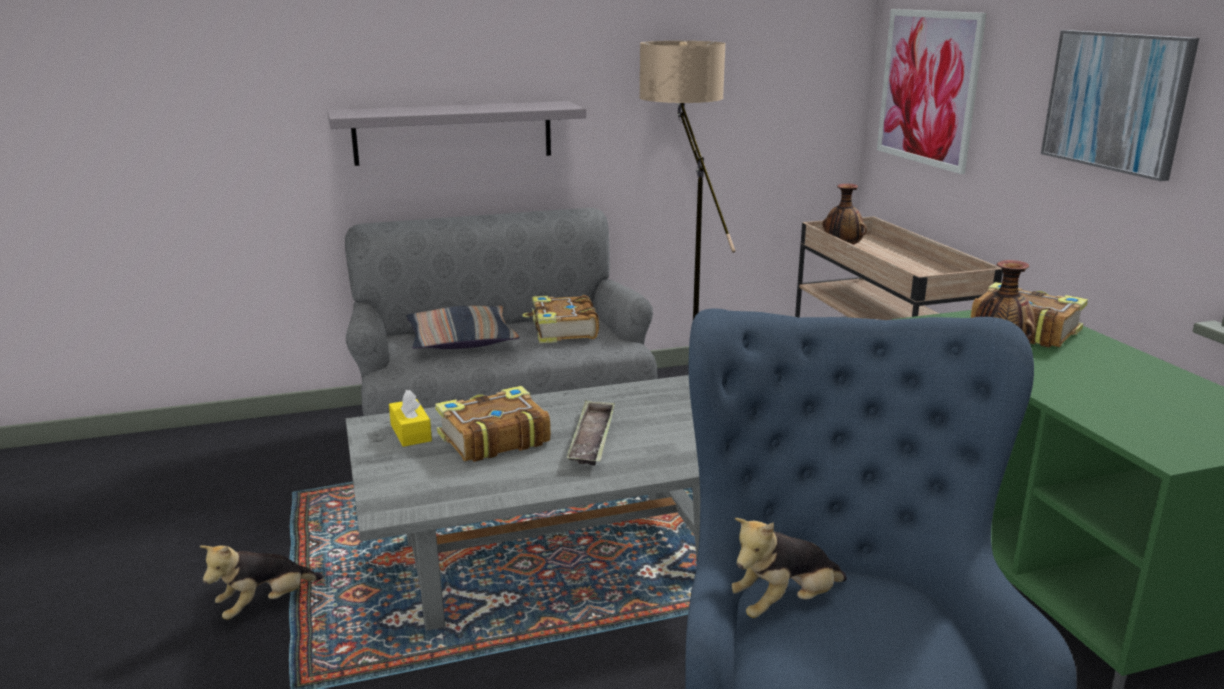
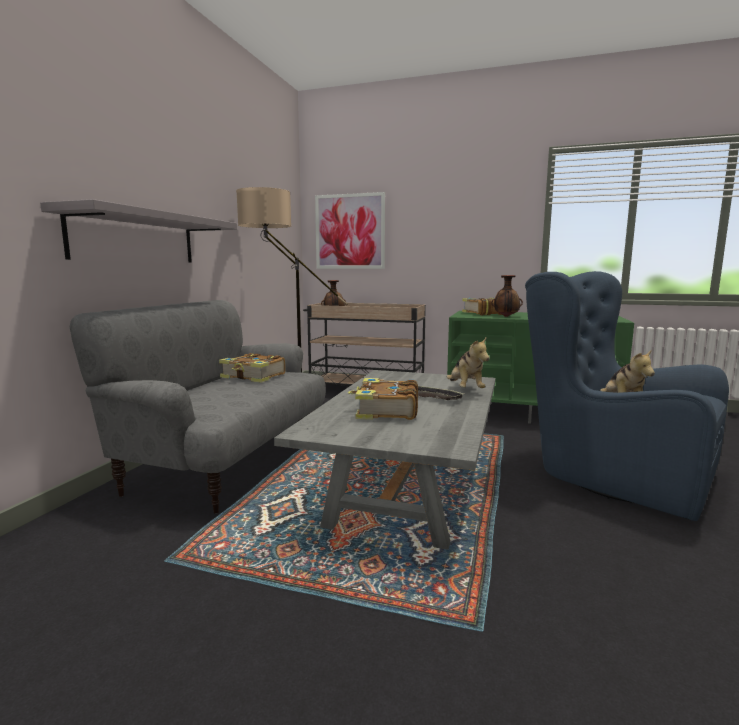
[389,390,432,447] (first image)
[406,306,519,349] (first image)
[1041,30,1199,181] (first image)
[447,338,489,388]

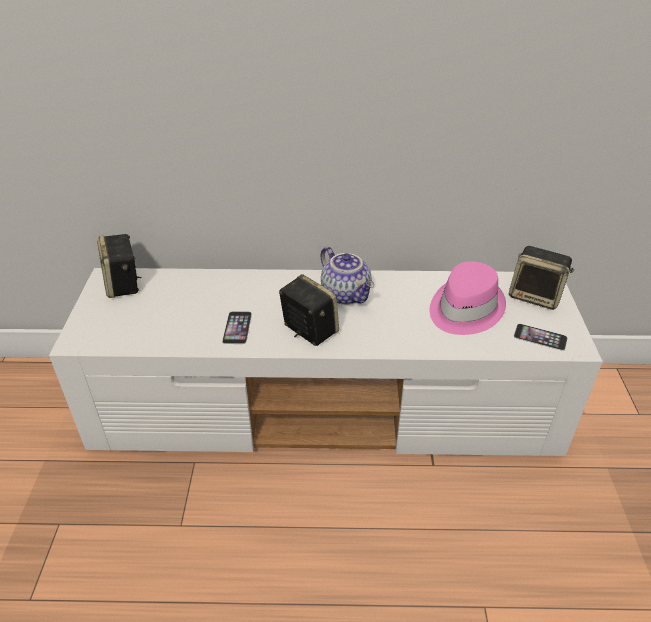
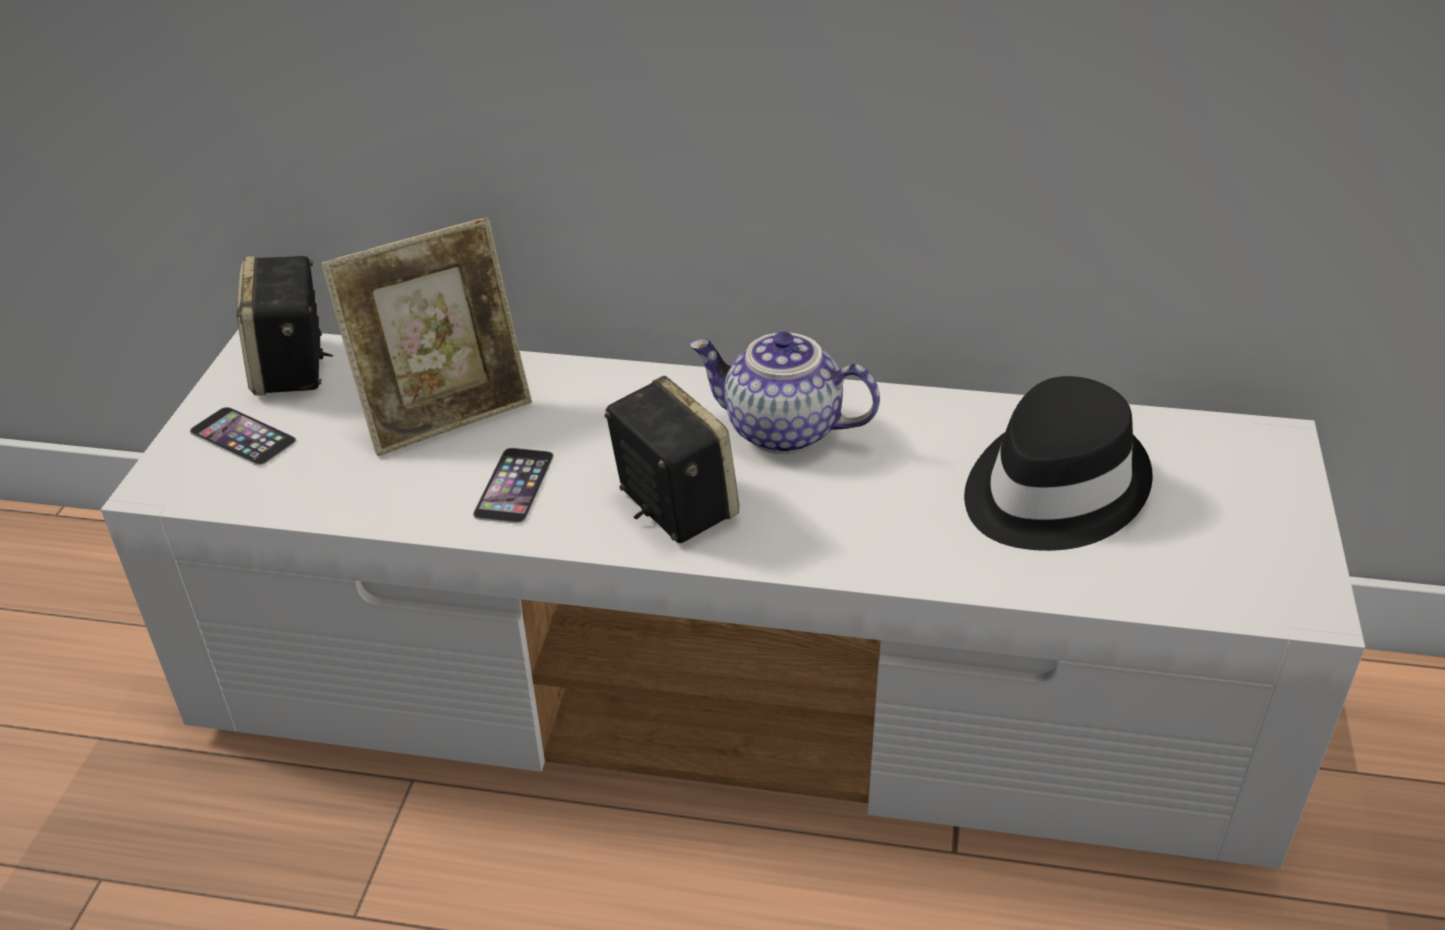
[509,246,574,310] (first image)
[321,217,532,456]
[190,407,297,466]
[964,376,1153,551]
[689,331,880,454]

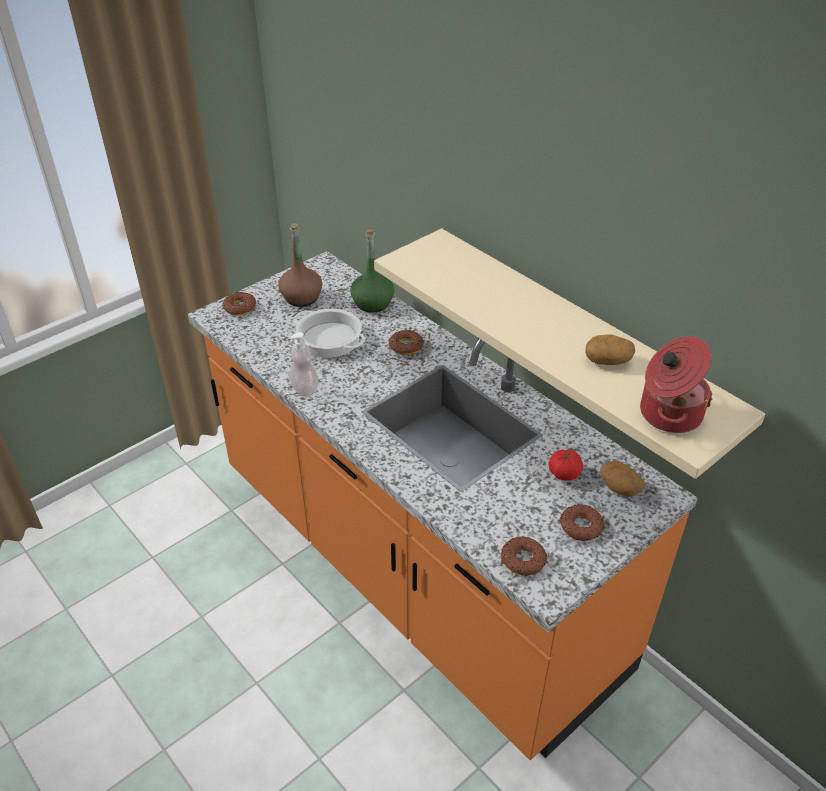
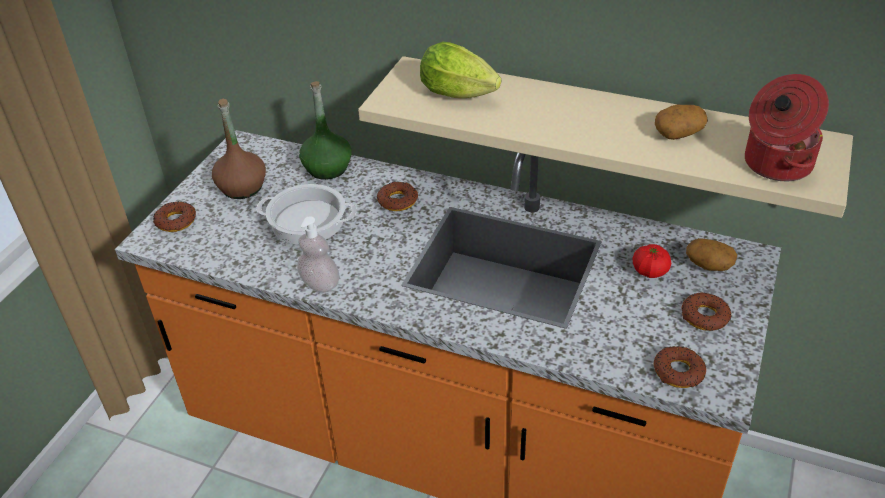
[420,42,501,98]

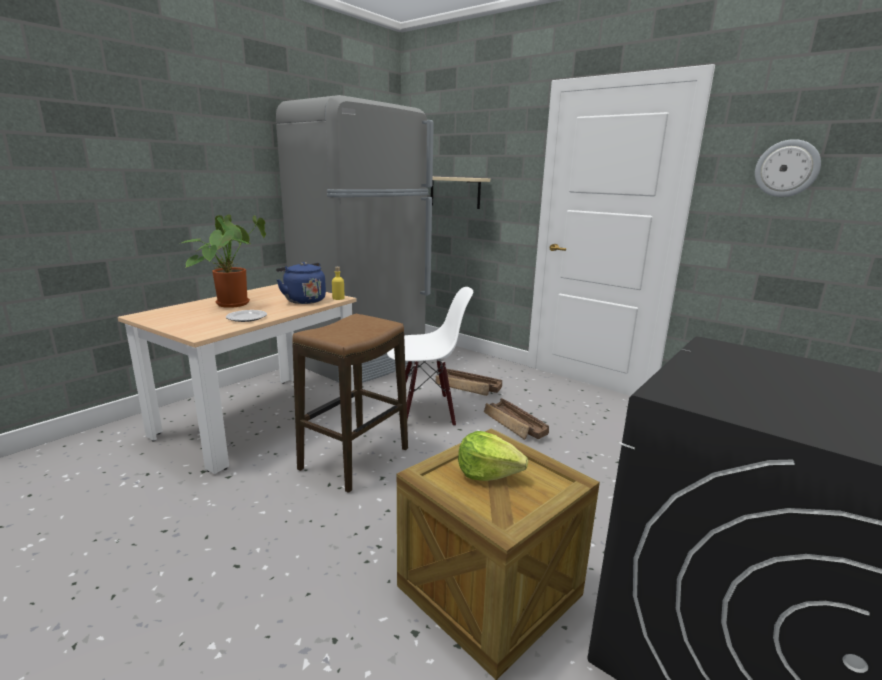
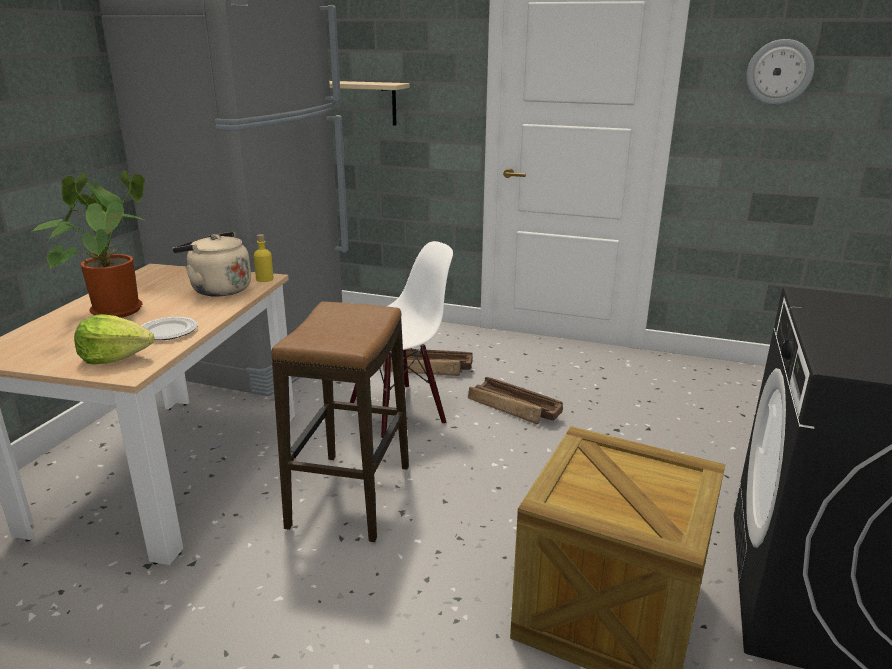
[74,314,154,365]
[172,232,251,296]

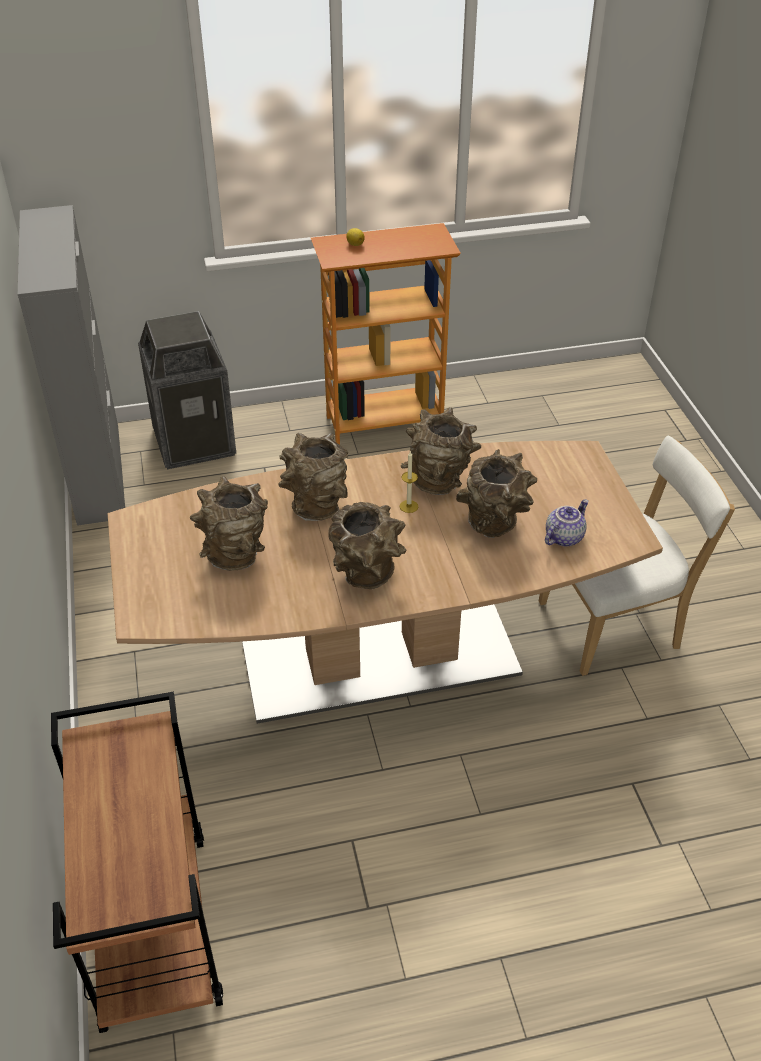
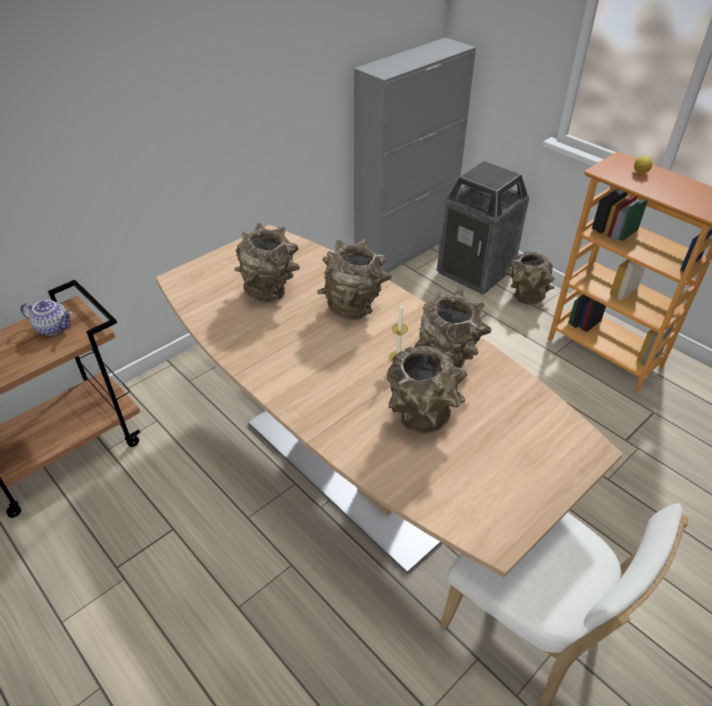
[505,252,555,305]
[20,300,72,336]

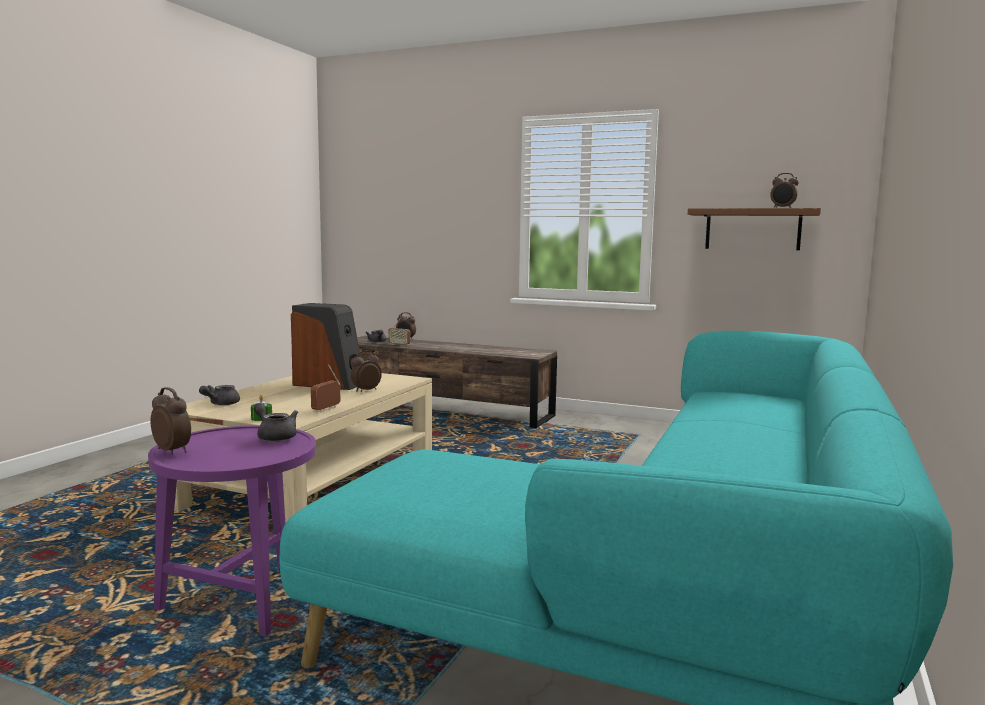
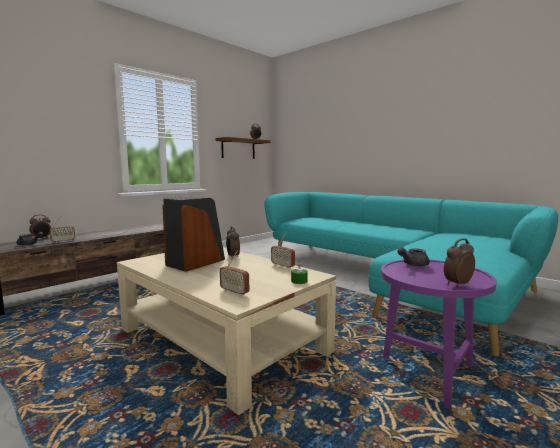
[220,250,249,296]

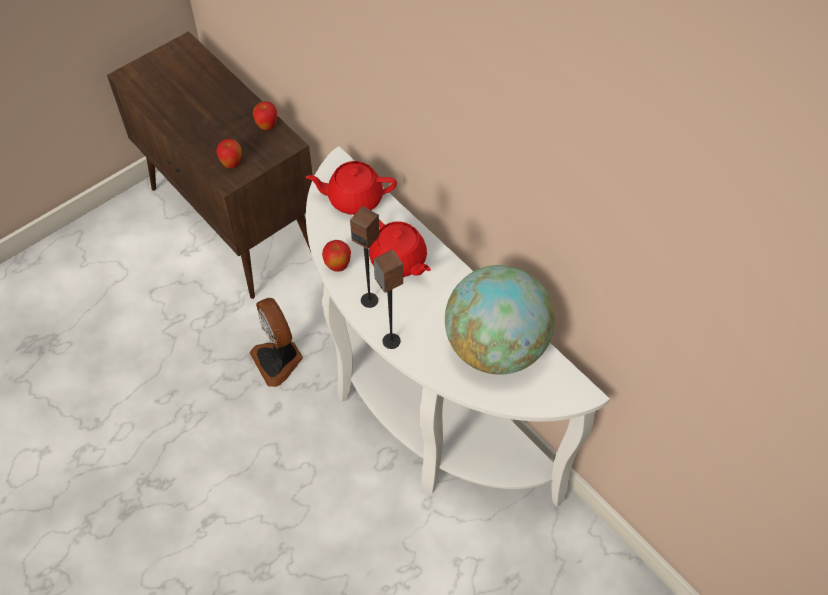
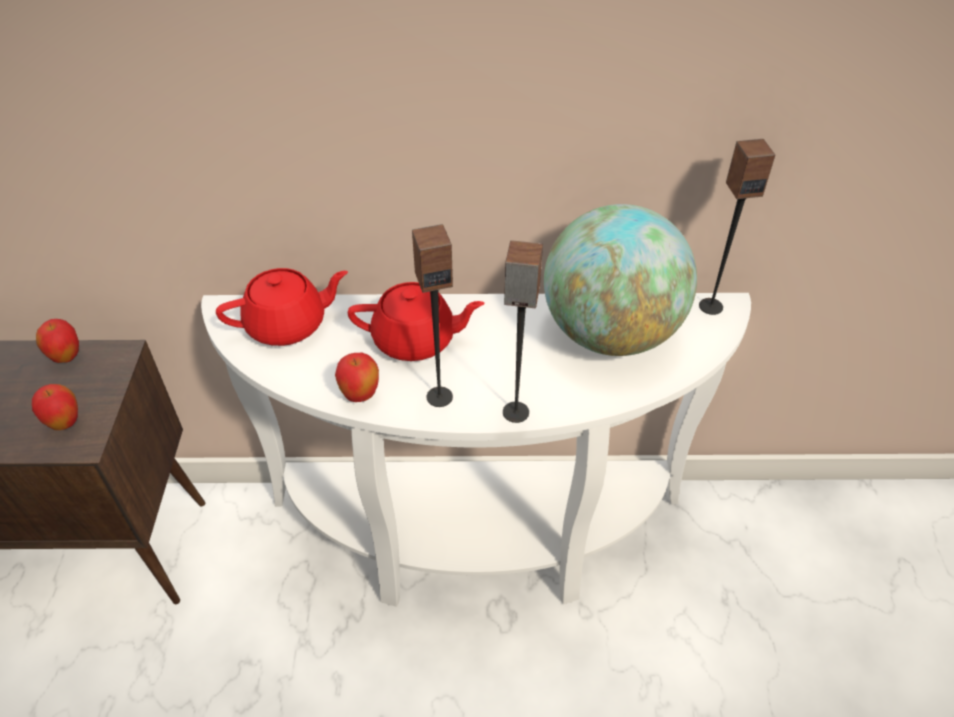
[249,298,303,387] (first image)
[699,139,775,315]
[216,268,348,346]

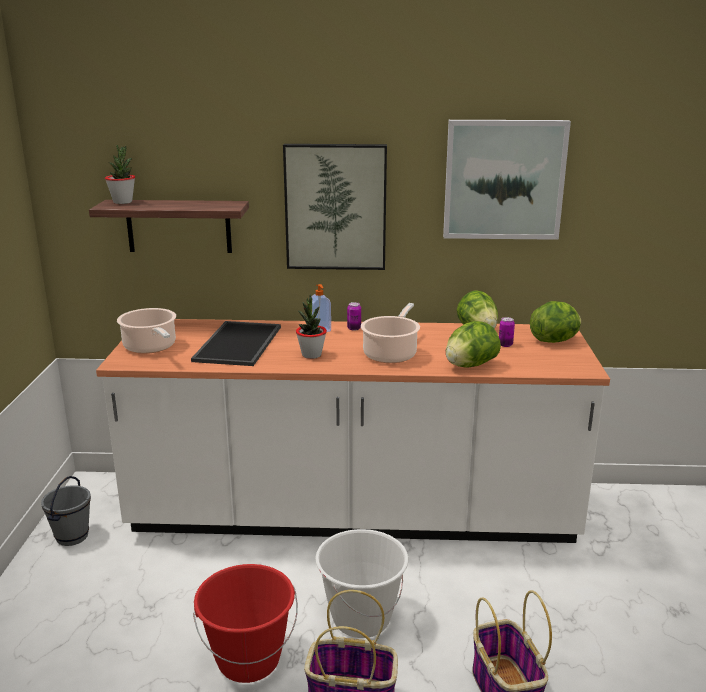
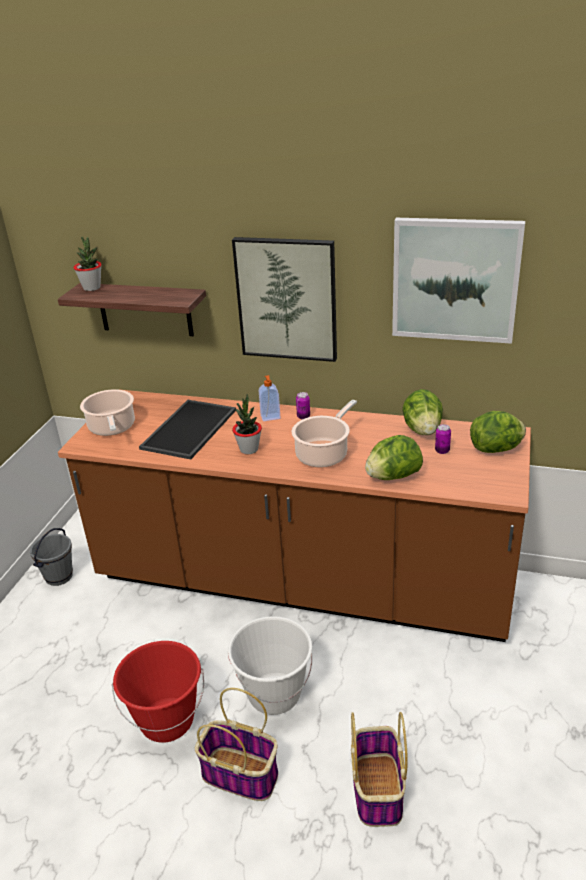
[58,389,531,642]

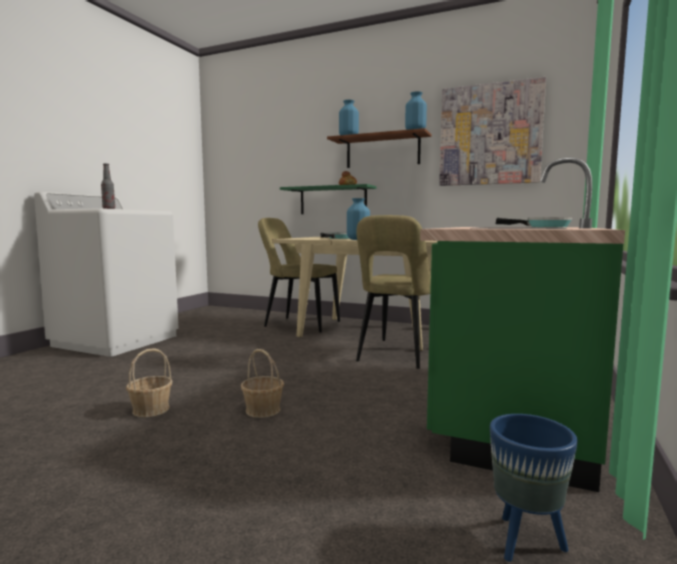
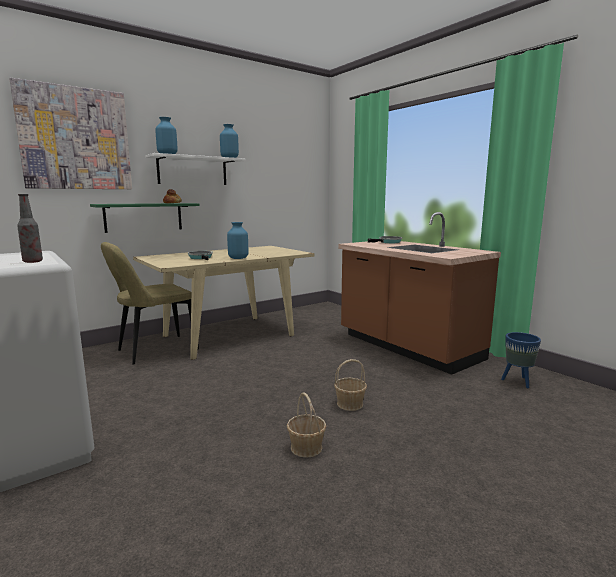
[356,215,431,369] (first image)
[10,78,132,189]
[145,153,245,185]
[338,212,501,375]

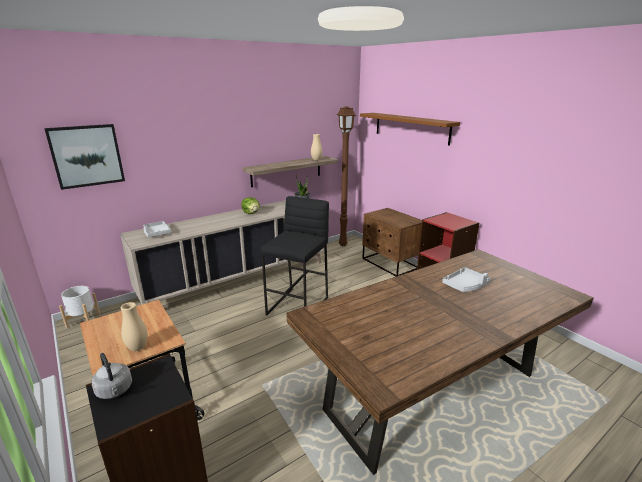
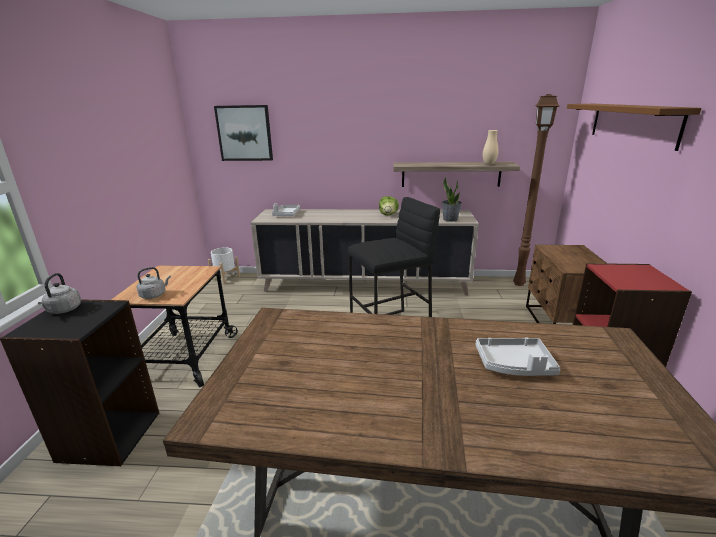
[137,267,171,299]

